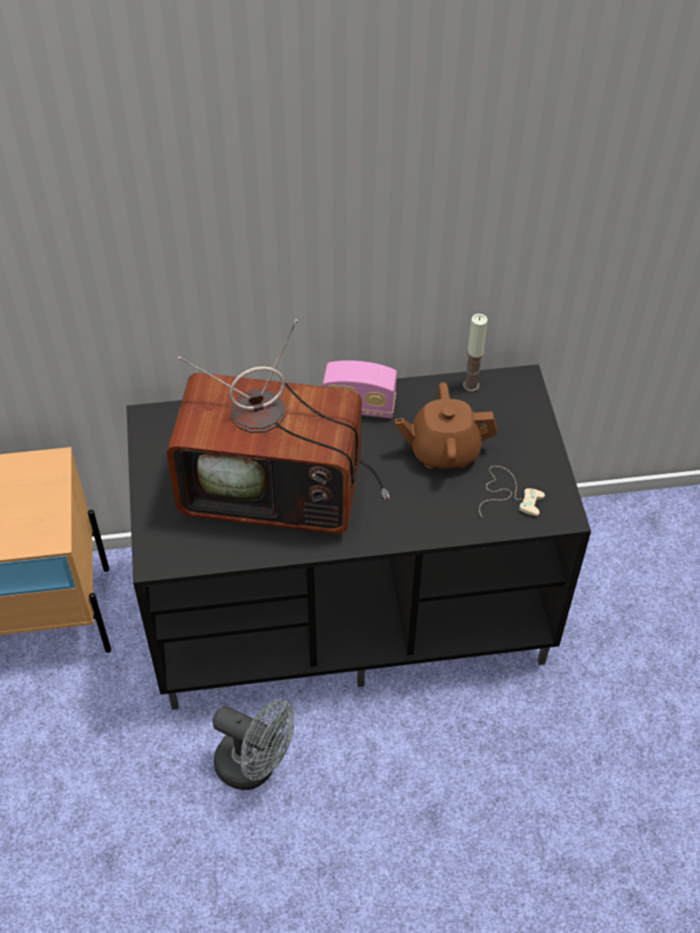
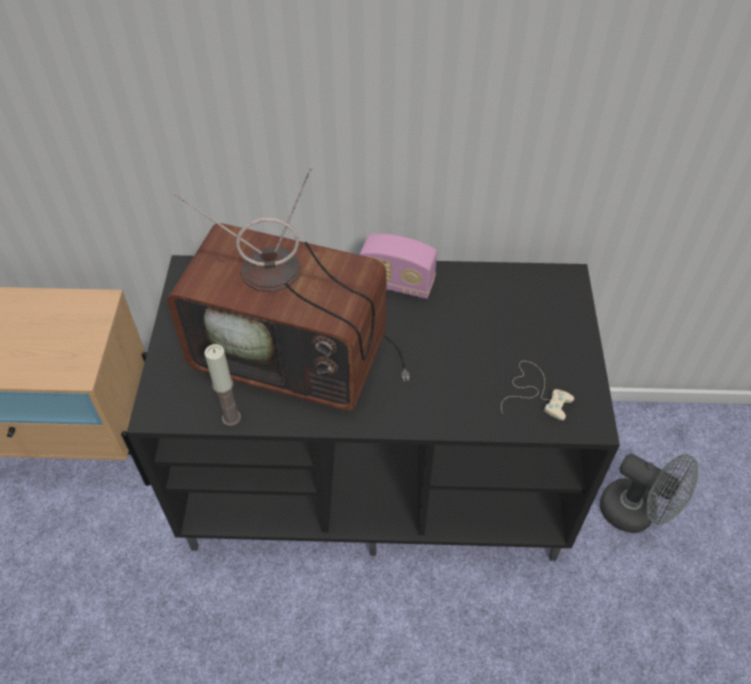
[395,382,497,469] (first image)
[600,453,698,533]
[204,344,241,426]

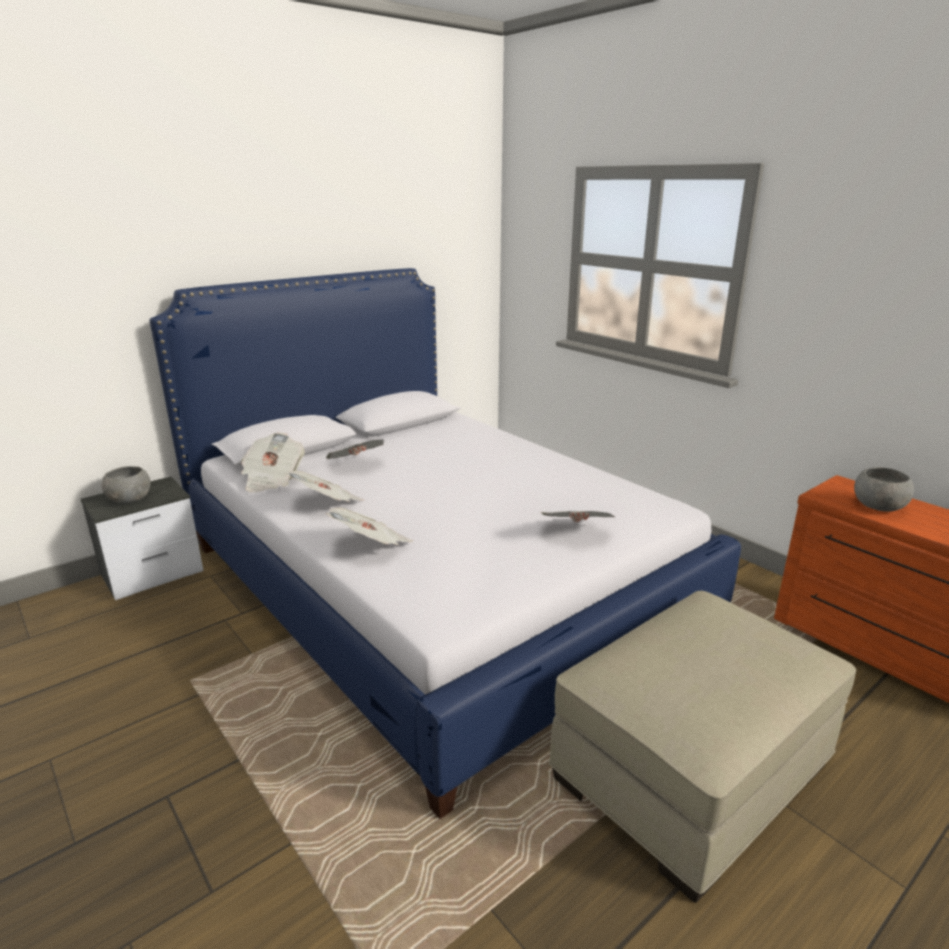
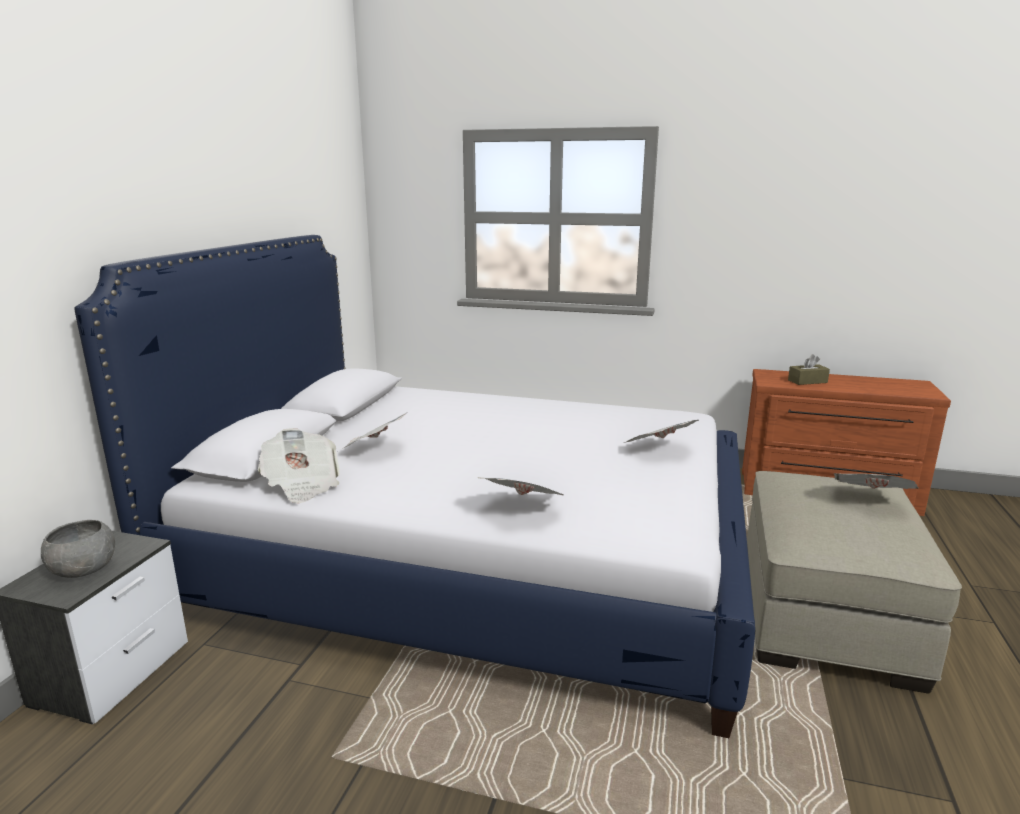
[834,473,918,489]
[788,354,830,385]

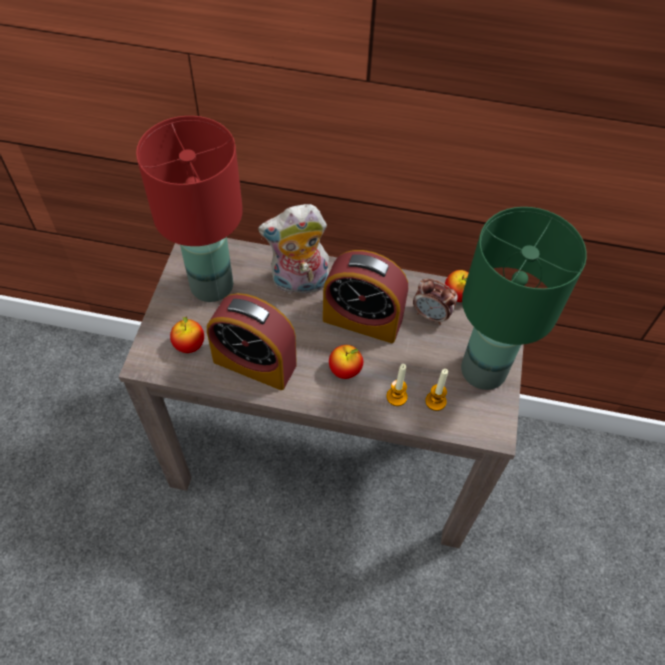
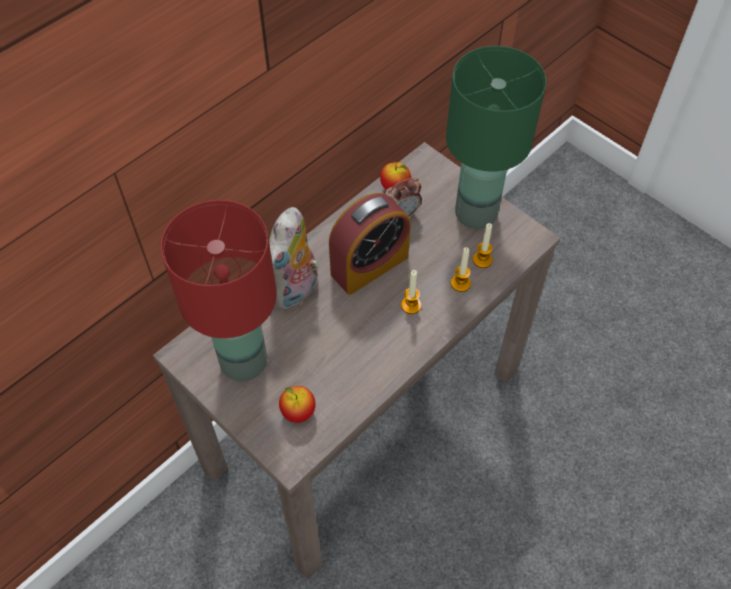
[207,293,297,390] (first image)
[401,270,422,314]

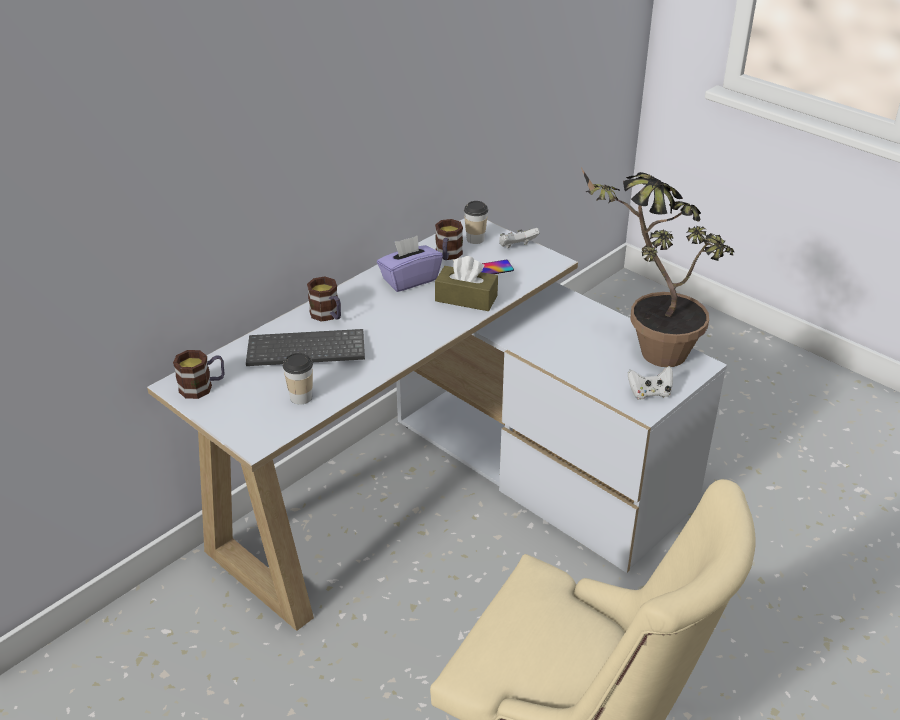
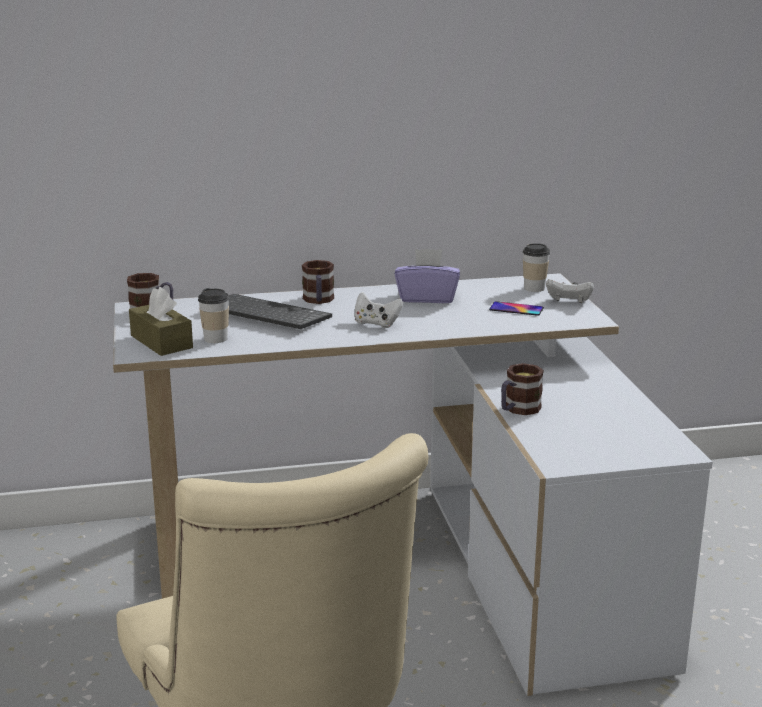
[581,167,734,367] (first image)
[501,363,544,415]
[129,287,193,356]
[355,292,403,328]

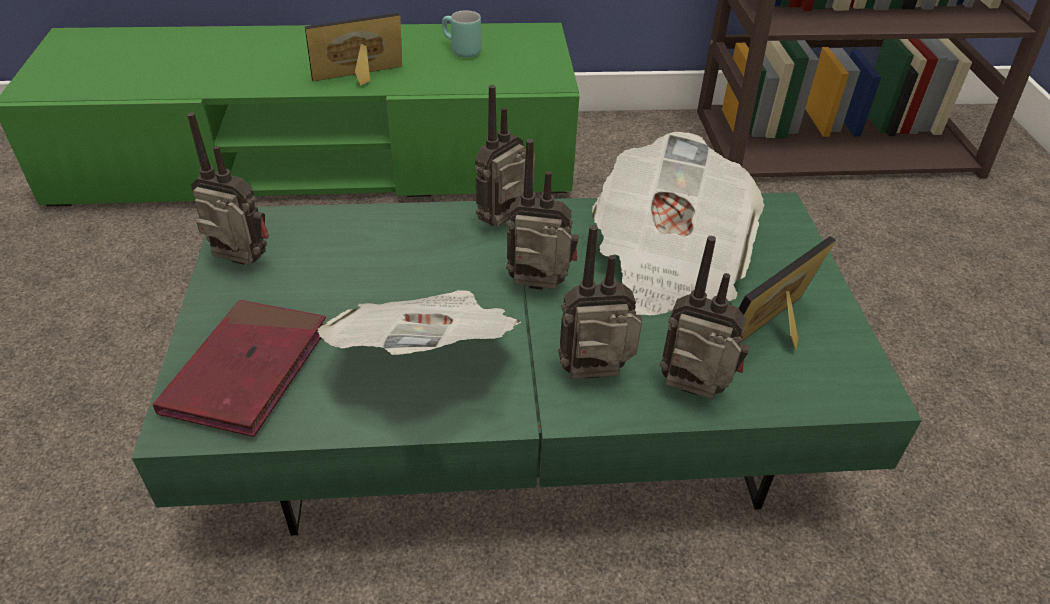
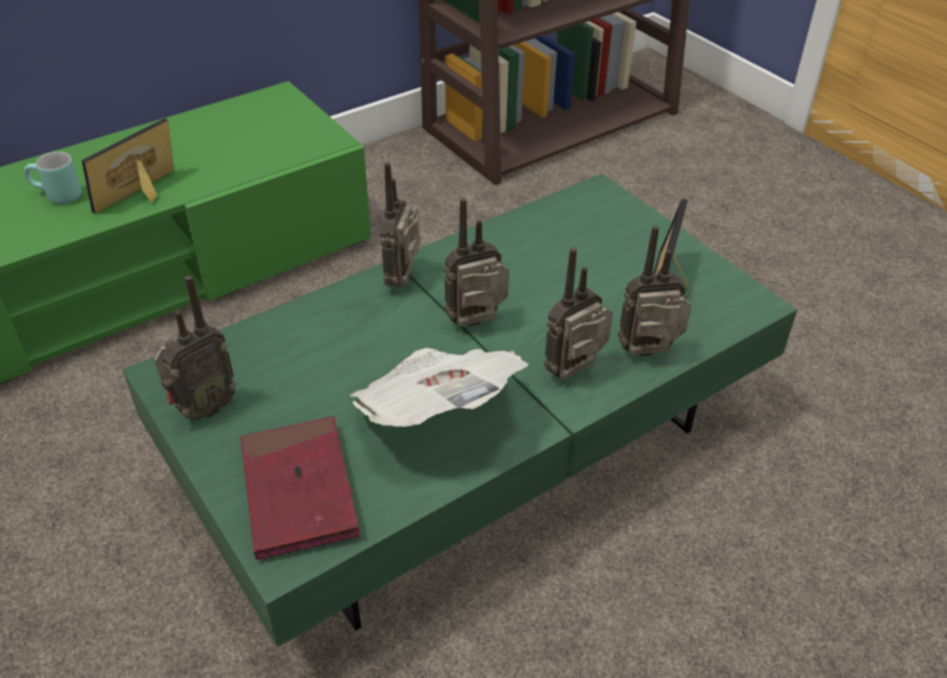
[592,132,764,315] (first image)
[24,152,82,204]
[154,275,237,420]

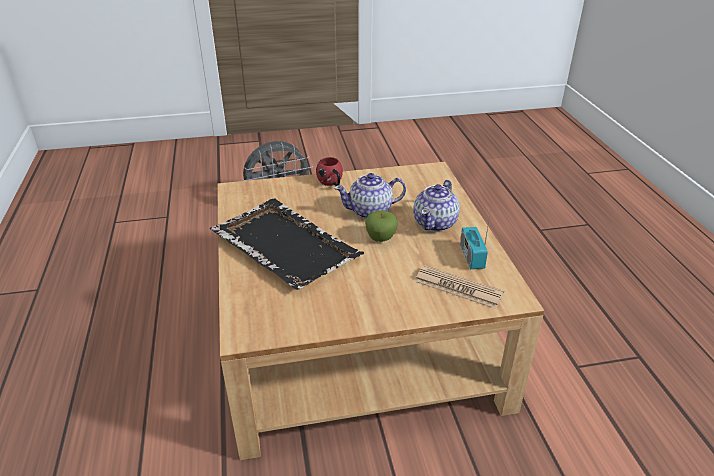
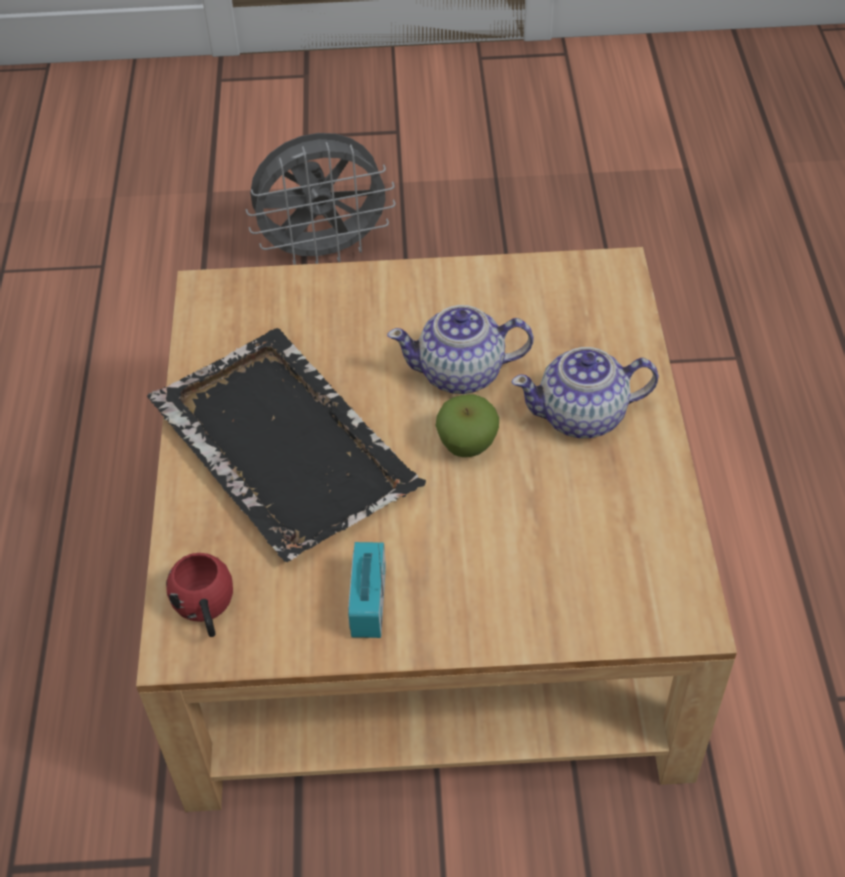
[415,265,504,309] (first image)
[166,553,233,637]
[348,542,386,638]
[512,347,659,438]

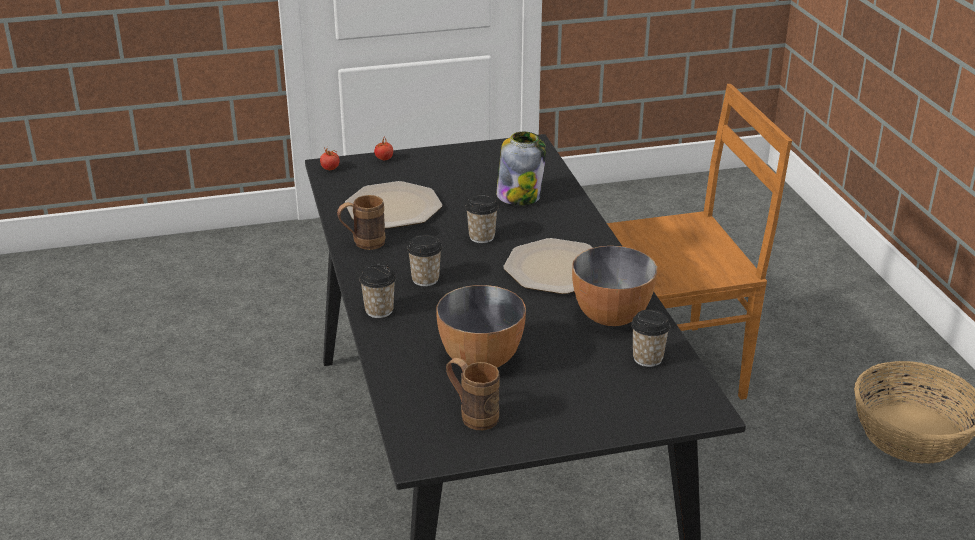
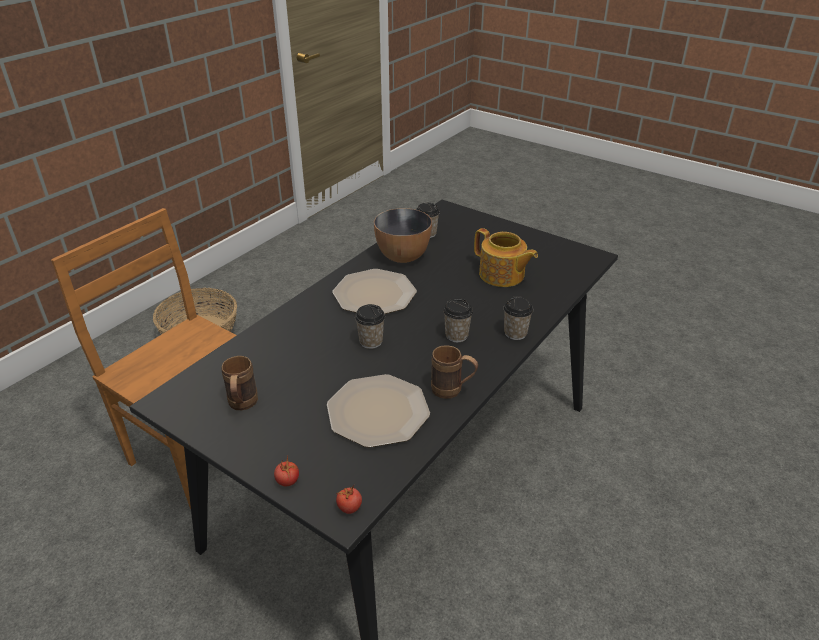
[496,132,546,205] (first image)
[221,356,258,410]
[474,228,538,287]

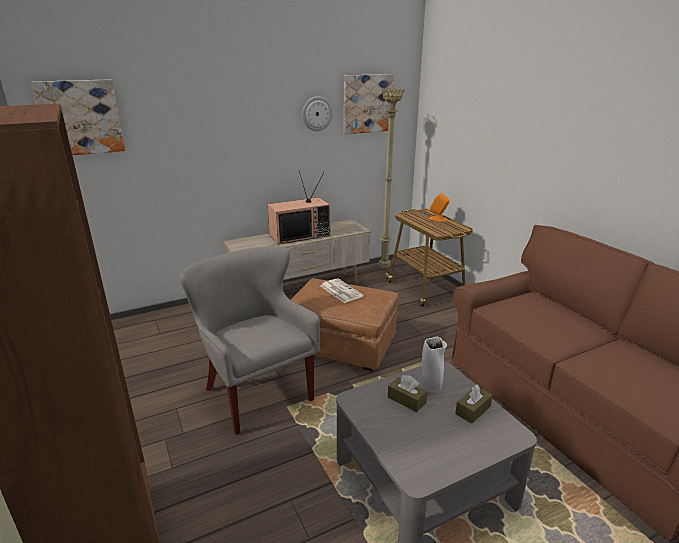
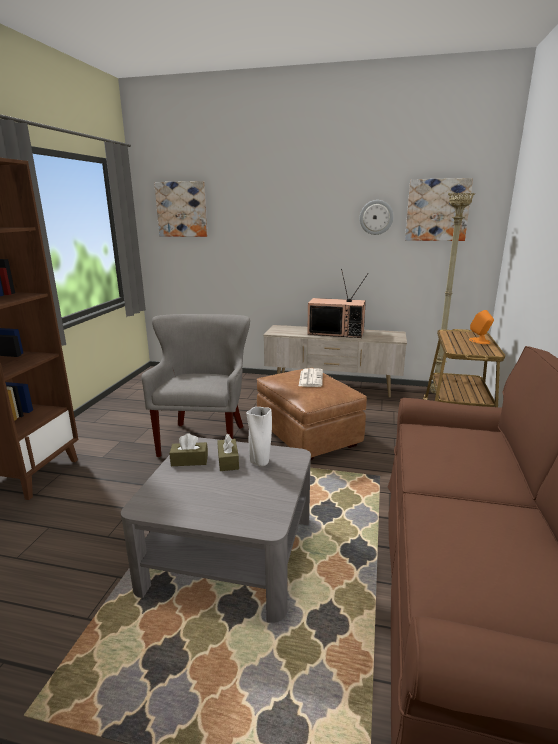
[169,433,208,466]

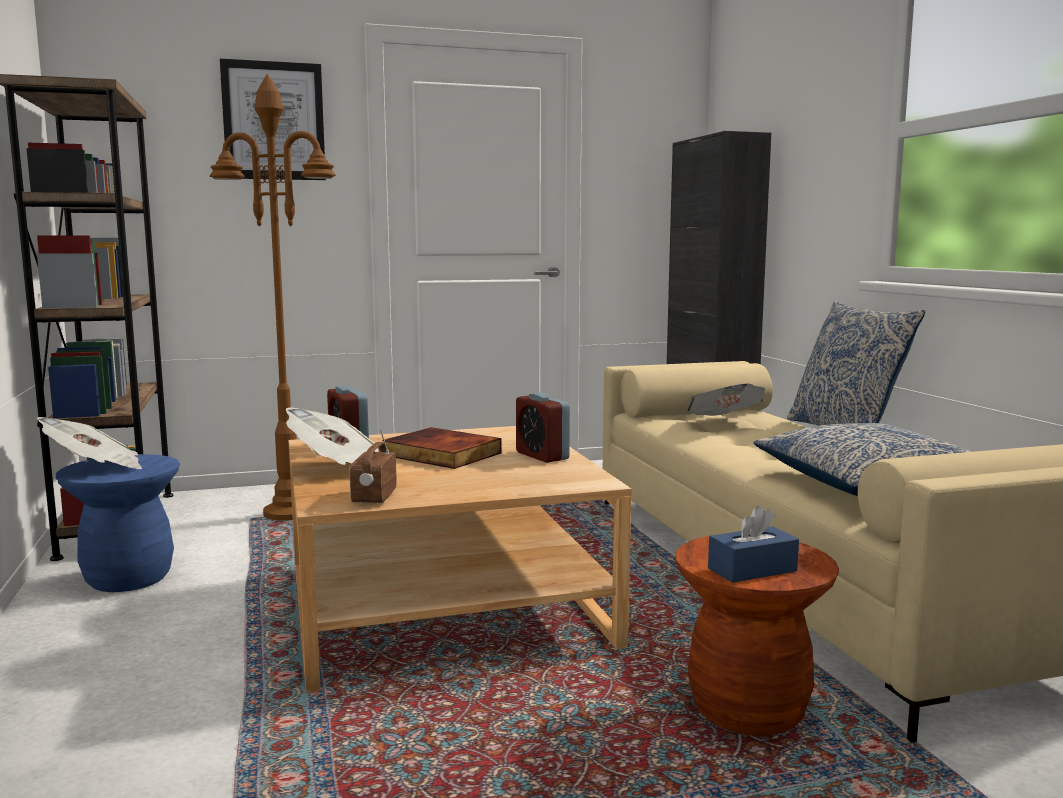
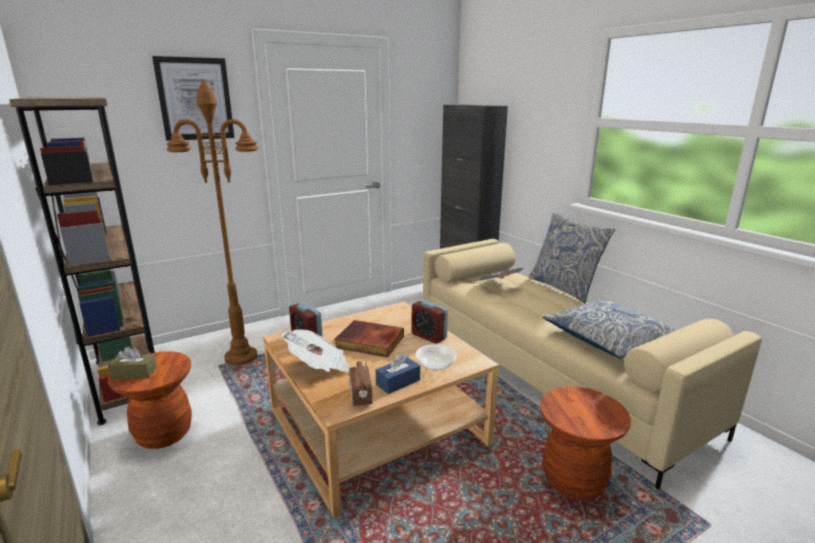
[416,344,457,370]
[376,353,420,394]
[108,346,157,379]
[107,351,192,449]

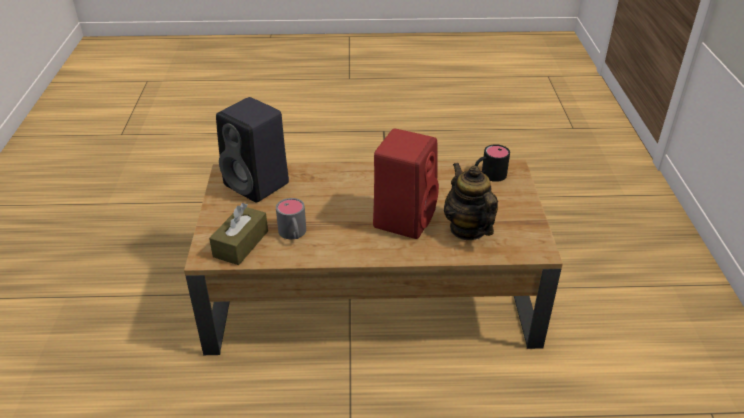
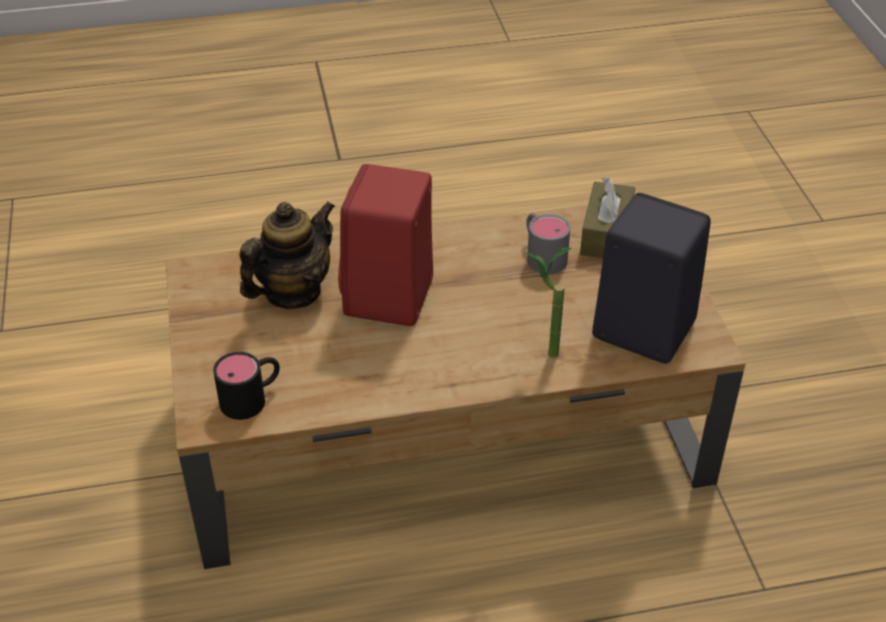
[526,248,571,358]
[239,201,335,309]

